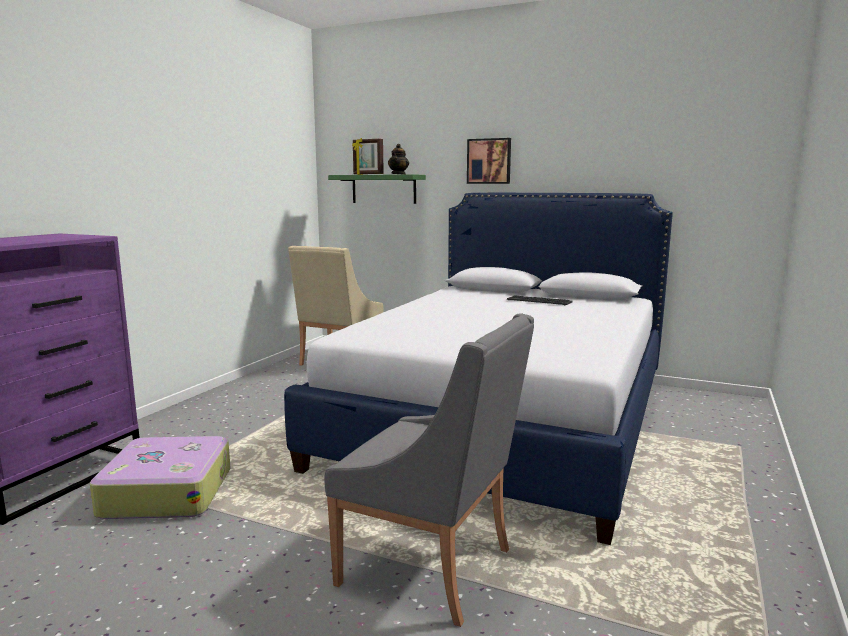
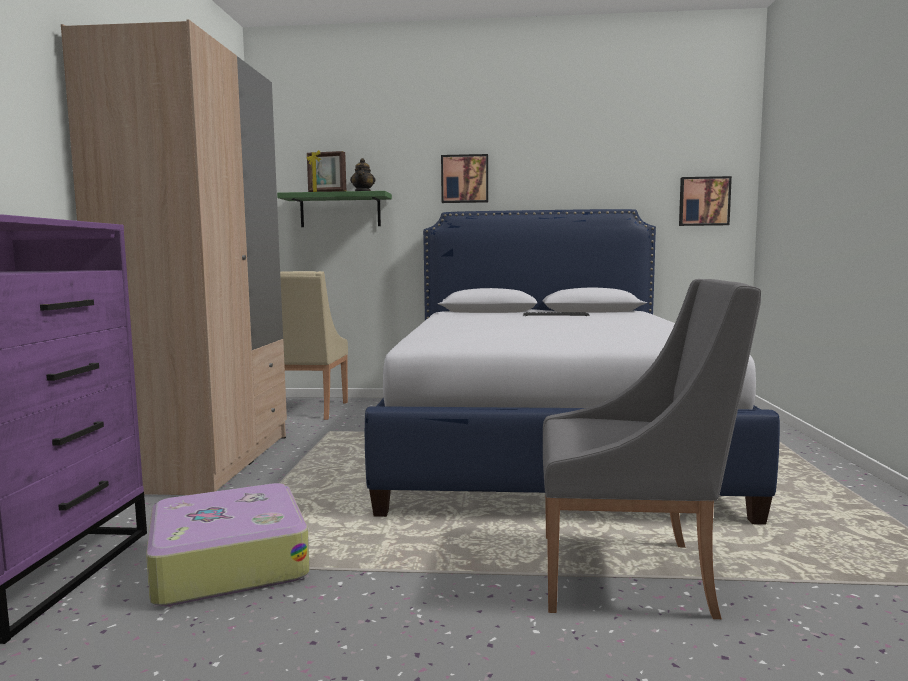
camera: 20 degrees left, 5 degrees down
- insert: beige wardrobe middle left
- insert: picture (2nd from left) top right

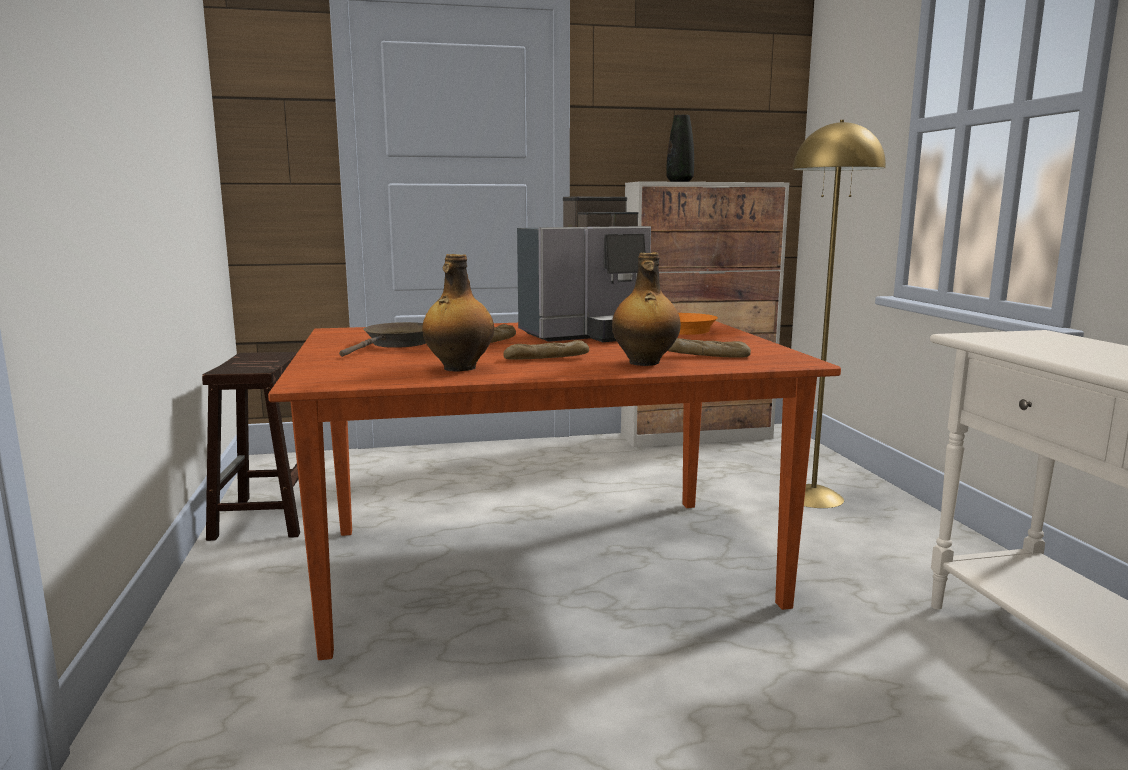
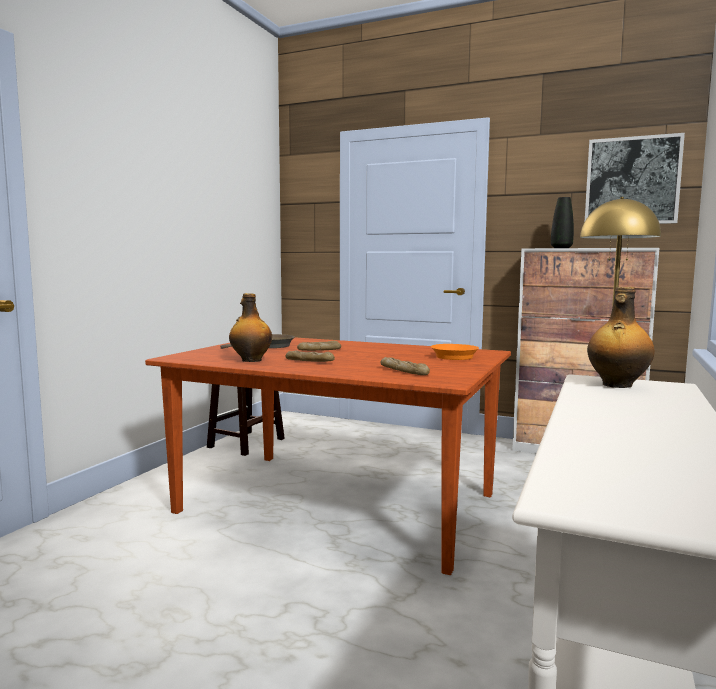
camera: 35 degrees right, 5 degrees down
- delete: coffee machine centre
- insert: picture top right
- move: bottle (2nd from left) centre to middle right

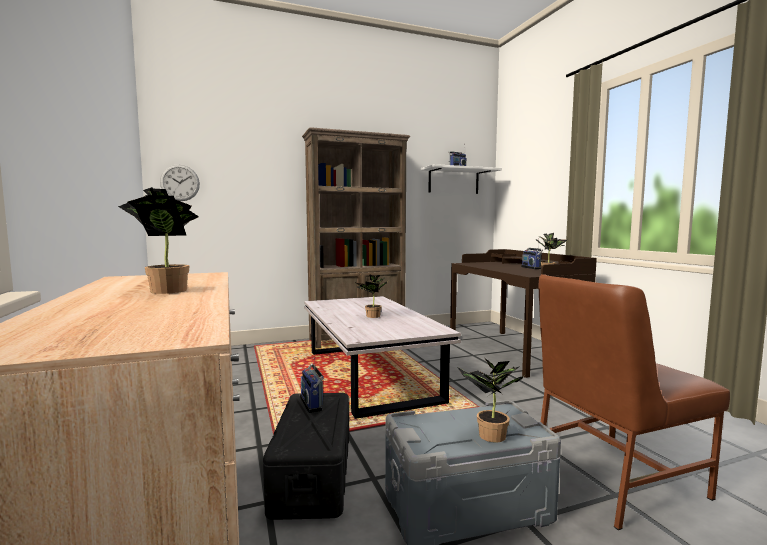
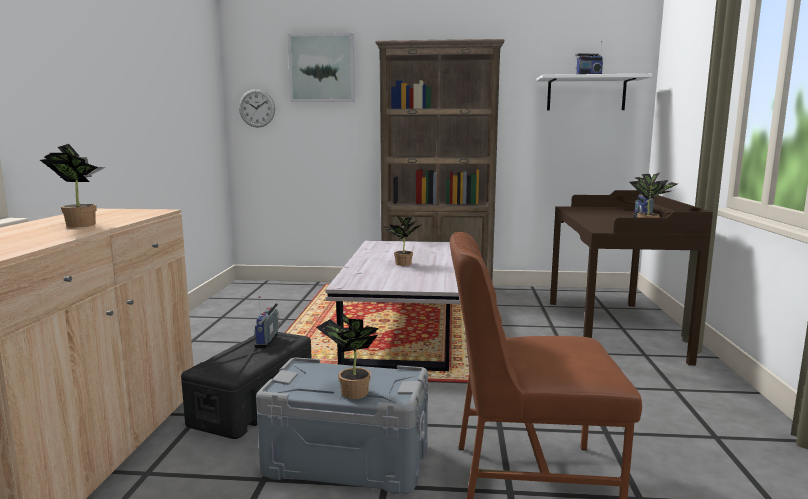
camera: 25 degrees right, 5 degrees up
- insert: picture top centre

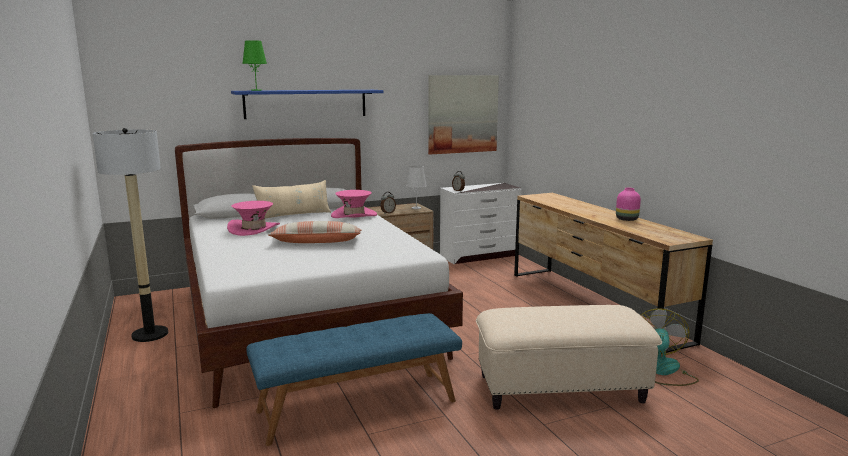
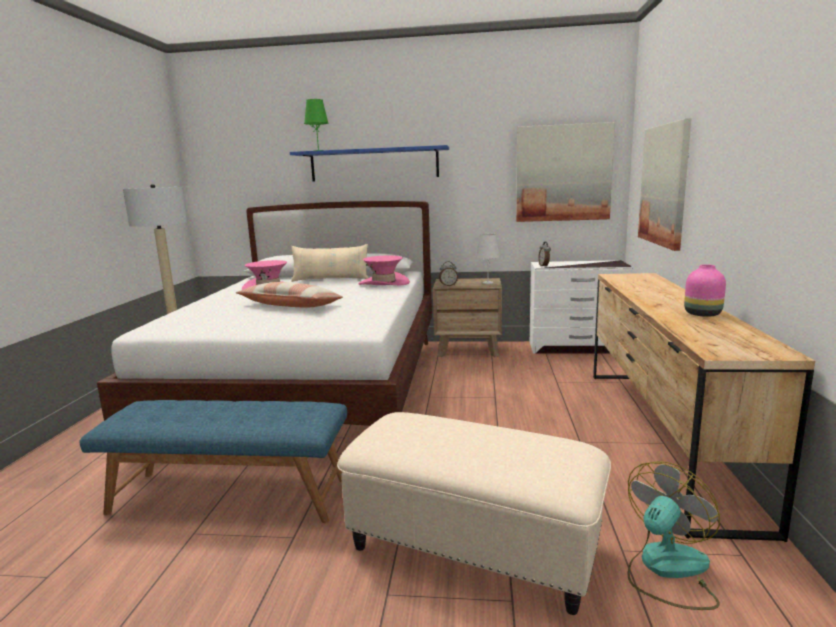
camera: 30 degrees right, 0 degrees up
- insert: picture (2nd from left) top right

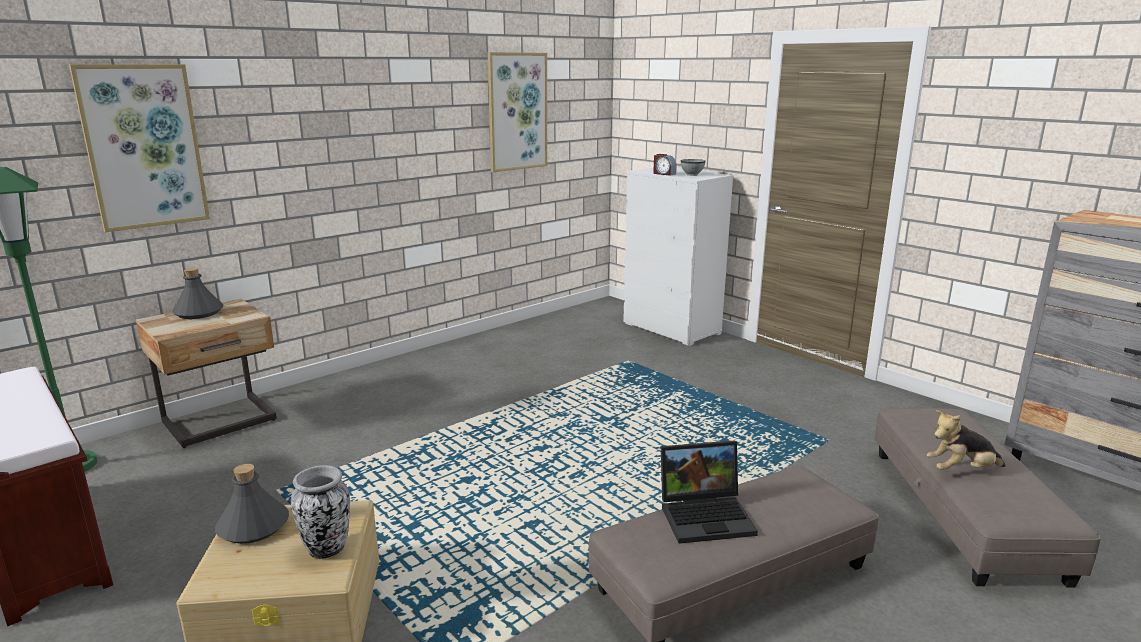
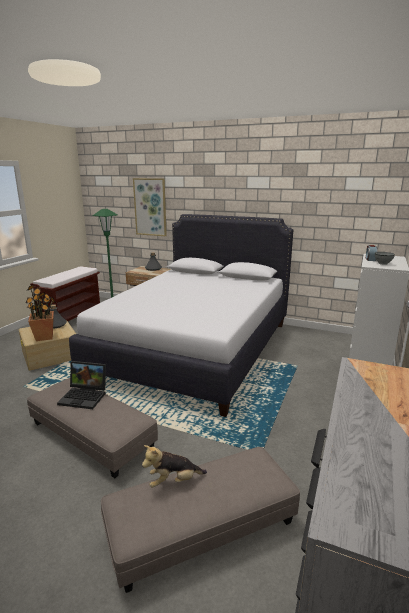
camera: 65 degrees right, 0 degrees up
- delete: picture (2nd from left) top centre
- insert: white bed centre
- replace: vase bottom left to potted plant middle left
- rotate: laptop bottom centre = middle left 45 degrees counterclockwise
- rotate: plush toy bottom right = bottom centre 75 degrees counterclockwise

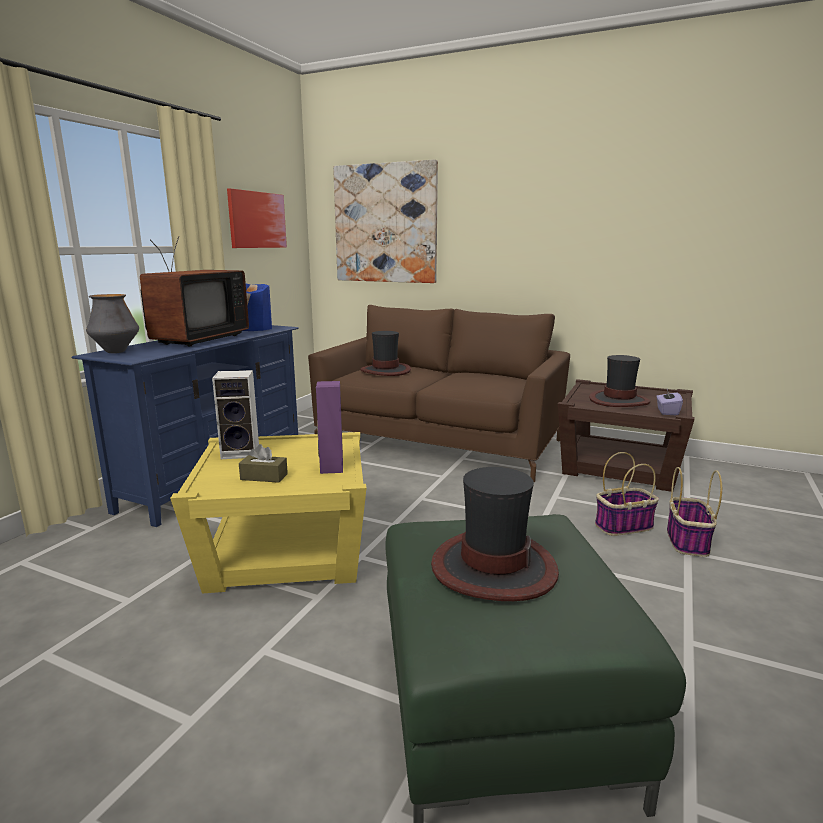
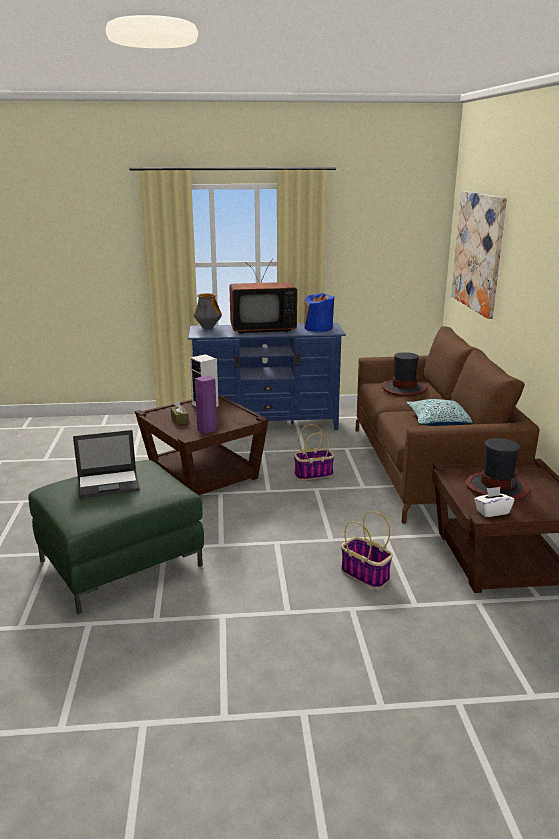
camera: 60 degrees right, 5 degrees up
- delete: picture (1st from left) top left
- insert: pillow middle right
- move: basket (2nd from left in the first image) middle right to basket (1st from left) centre
- replace: hat (2nd from left) centre to laptop middle left
- recolor: yellow side table middle left to brown side table (1st from left) centre
- recolor: purple tissue box middle right to white tissue box middle right

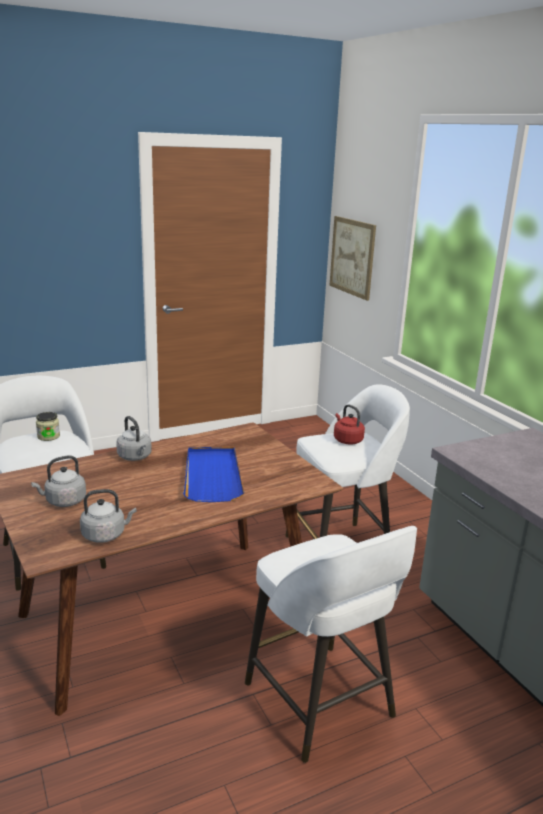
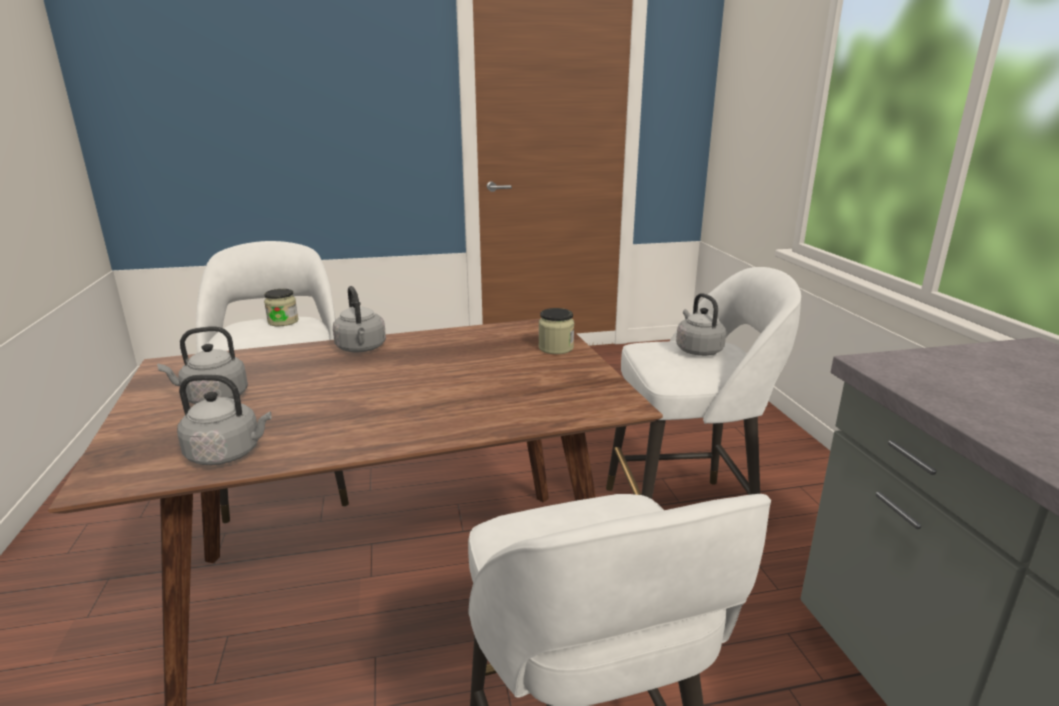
camera: 15 degrees right, 0 degrees up
- delete: blue tray centre
- delete: picture top centre
- insert: jar (2nd from left) centre
- recolor: red kettle centre to grey kettle (4th from left) centre

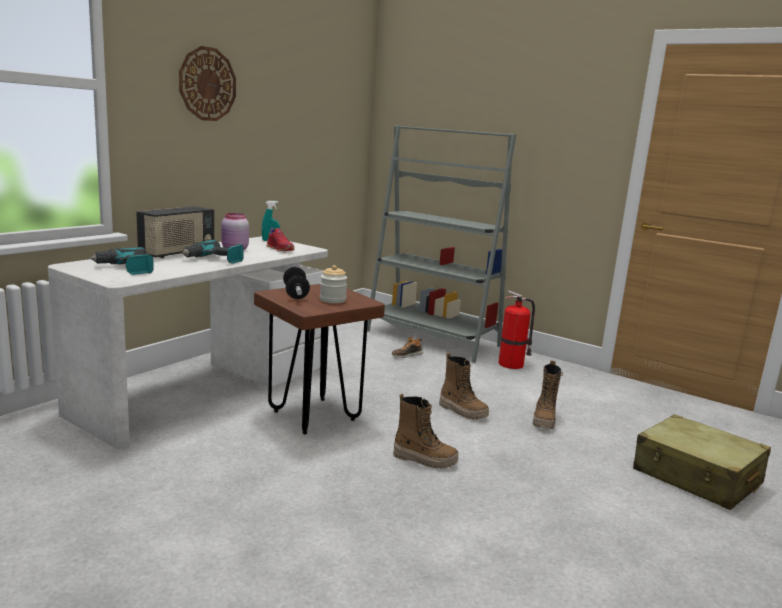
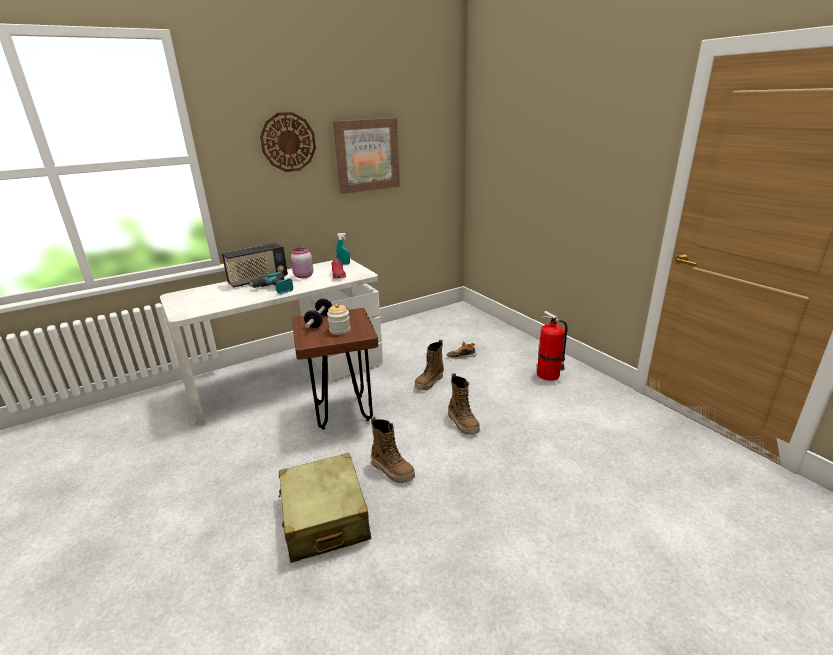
camera: 25 degrees right, 10 degrees up
- delete: power drill (1st from left) middle left
- delete: grey bookcase centre
- insert: picture top centre
- move: boot (3rd from left in the first image) middle right to boot (2nd from left) centre
- move: beige suitcase bottom right to bottom centre

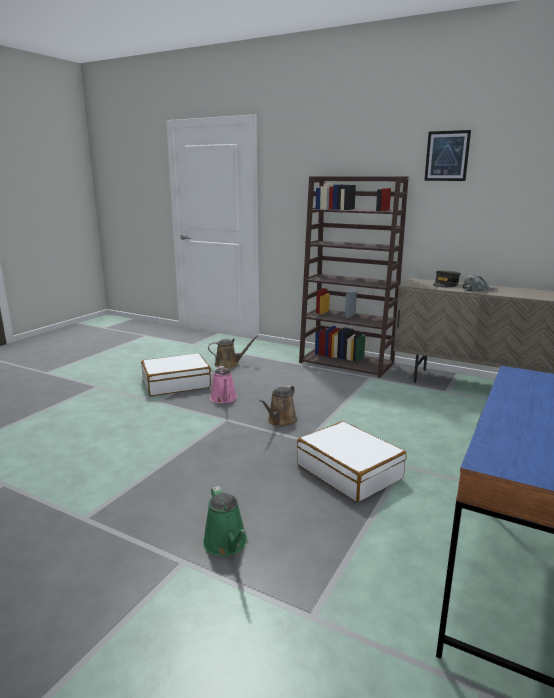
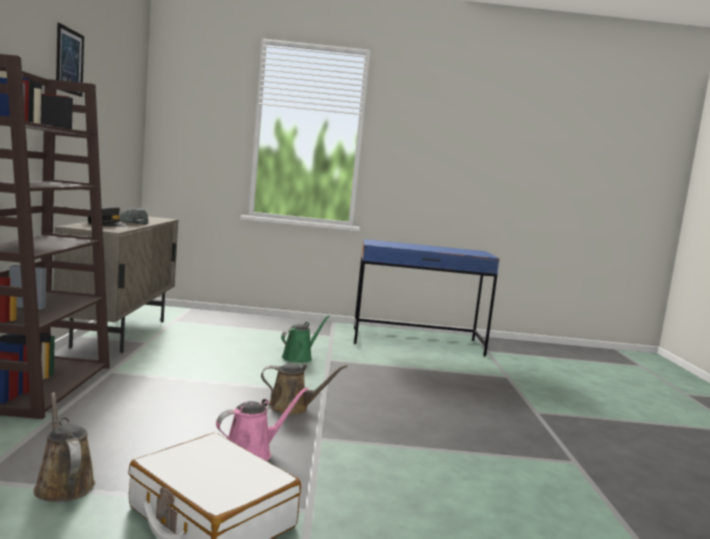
camera: 120 degrees left, 10 degrees down
- delete: white suitcase (2nd from left) centre
- move: green watering can bottom centre to centre

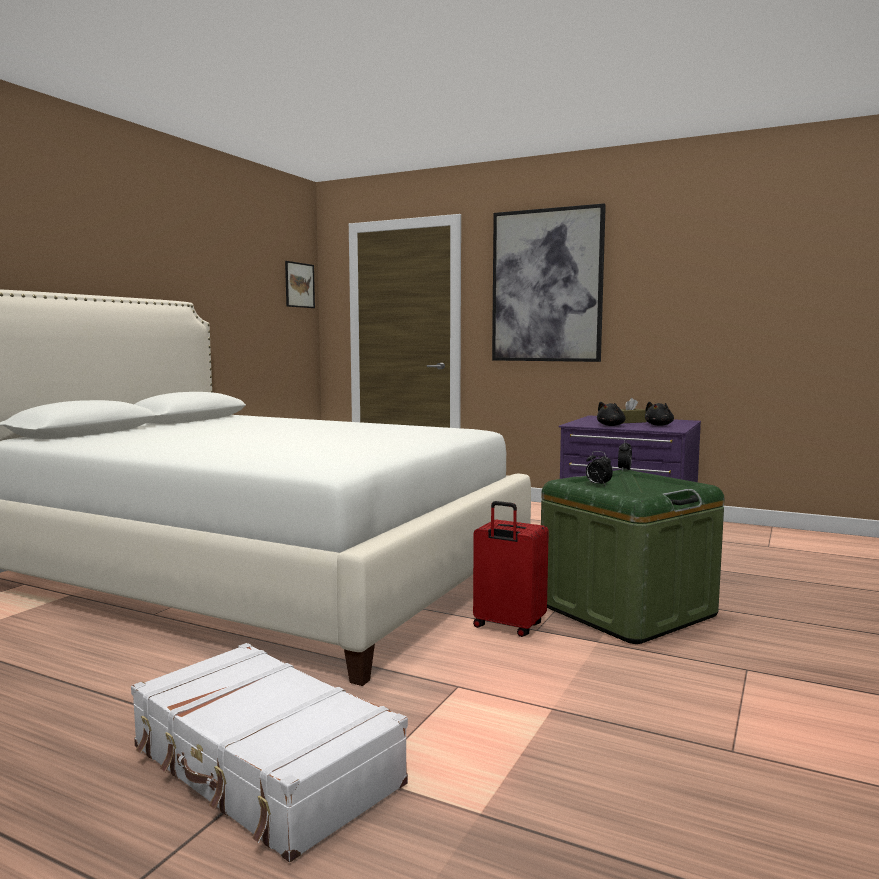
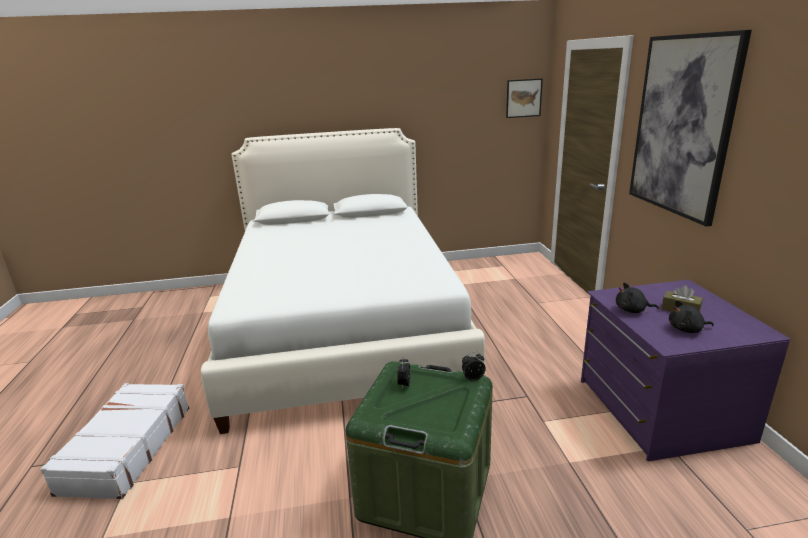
camera: 55 degrees right, 15 degrees up
- delete: red suitcase centre

